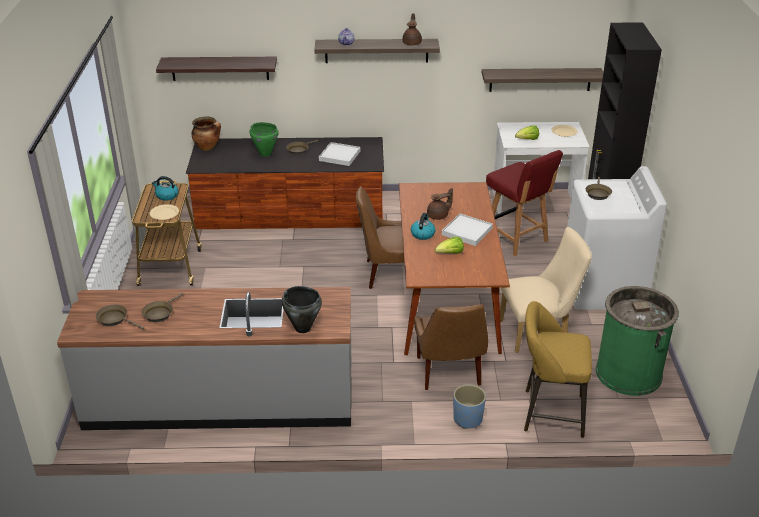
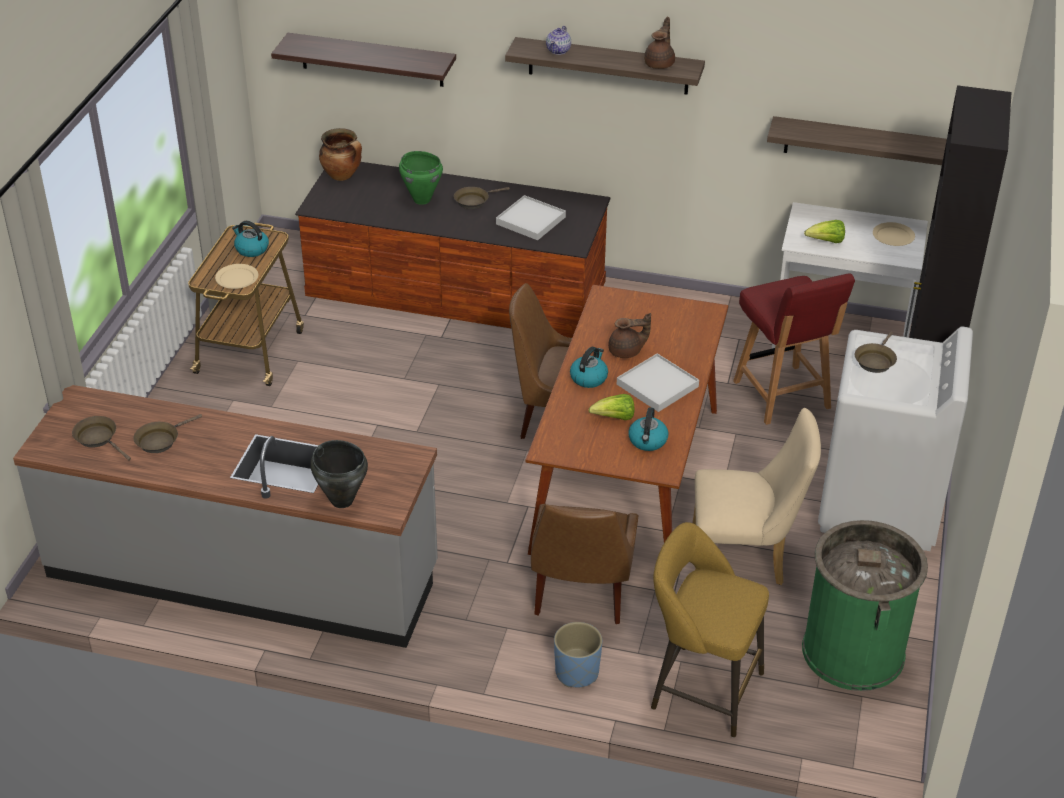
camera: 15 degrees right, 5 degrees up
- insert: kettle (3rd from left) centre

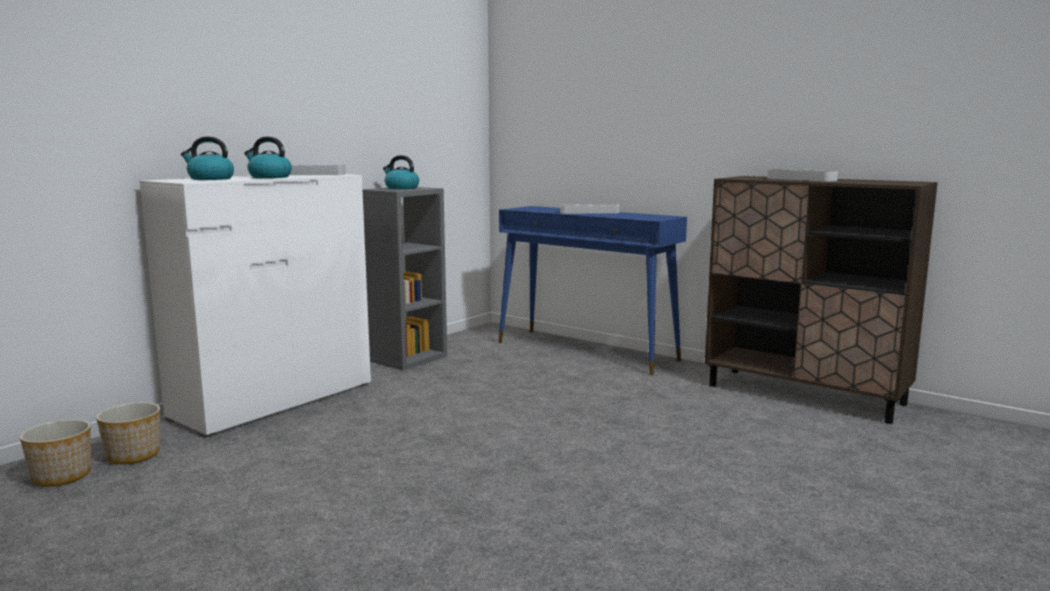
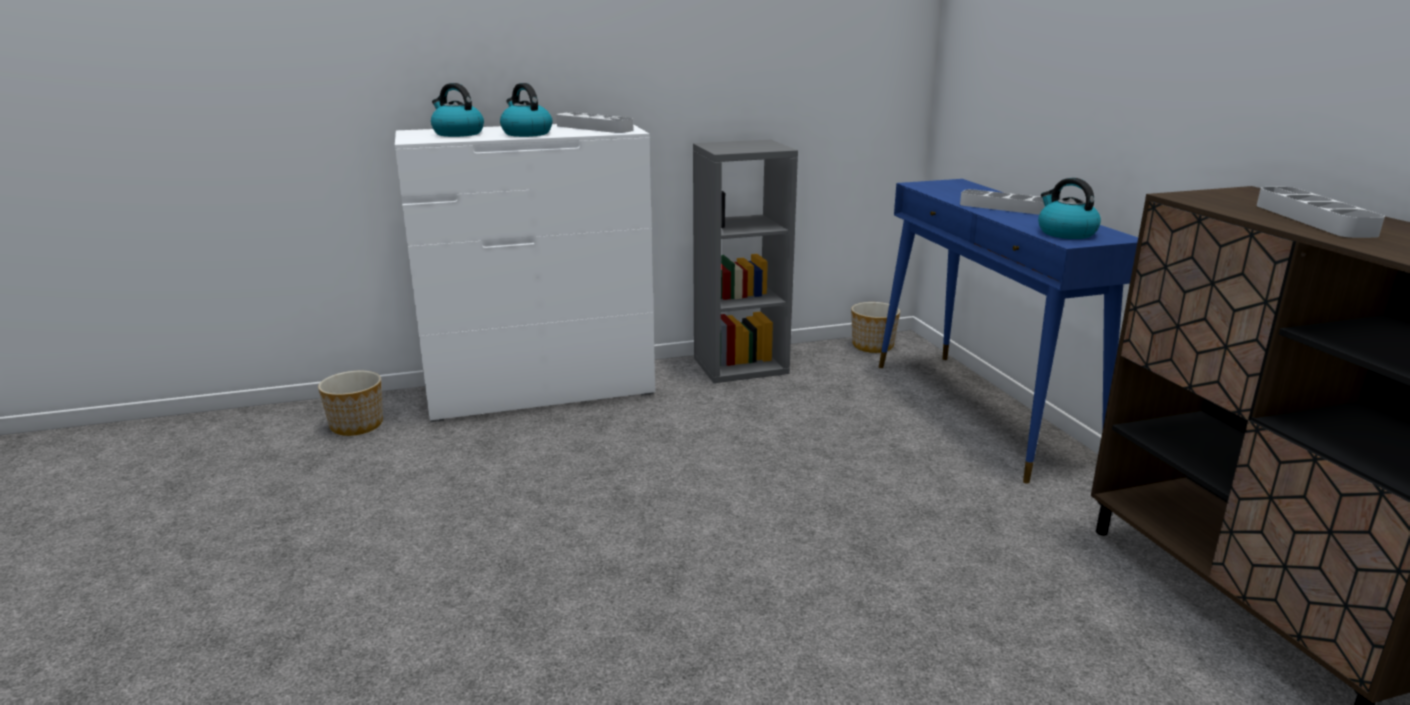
camera: 35 degrees right, 10 degrees up
- move: planter (1st from left in the first image) bottom left to planter (2nd from left) centre
- move: kettle (3rd from left) top centre to top right

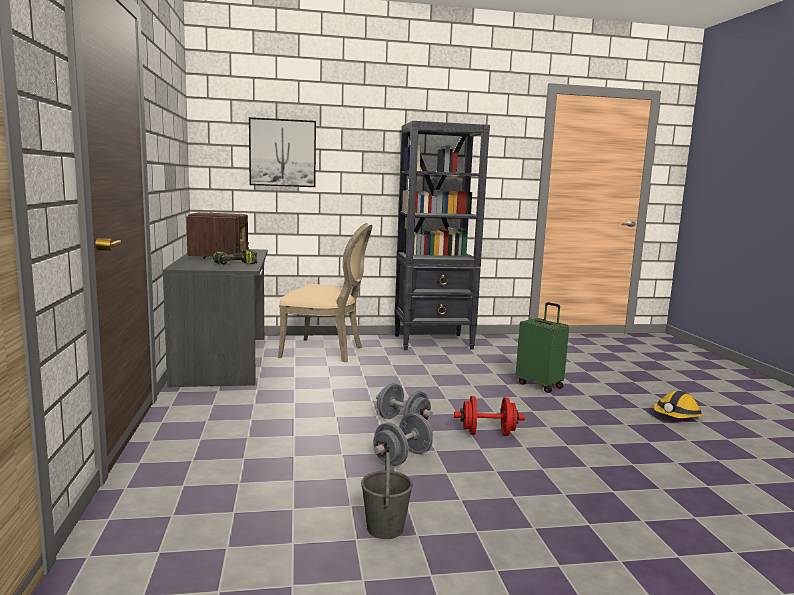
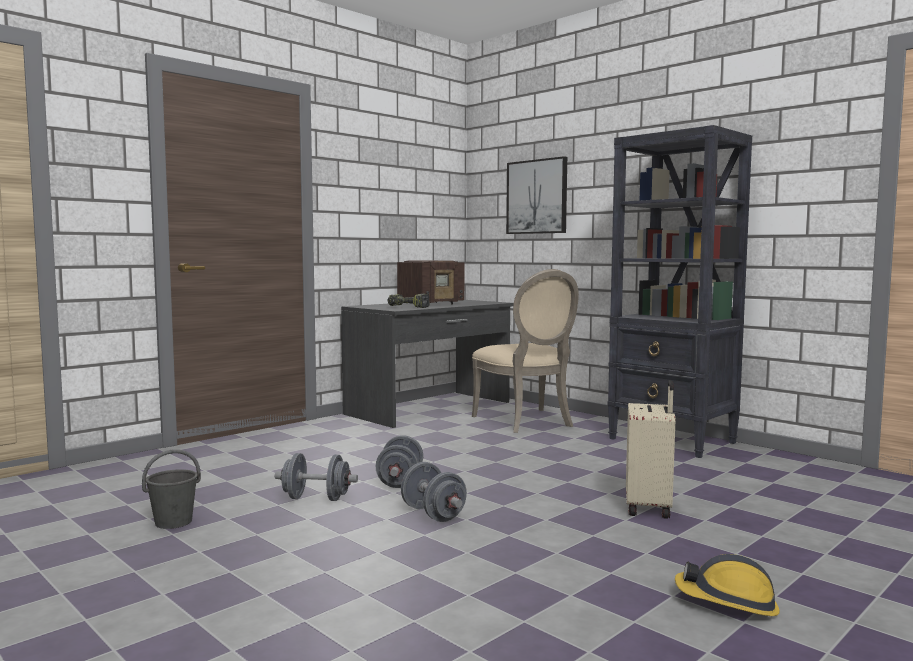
camera: 55 degrees right, 5 degrees down
- recolor: red dumbbell bottom centre to grey dumbbell (3rd from left) bottom centre
- recolor: green suitcase middle right to beige suitcase bottom right

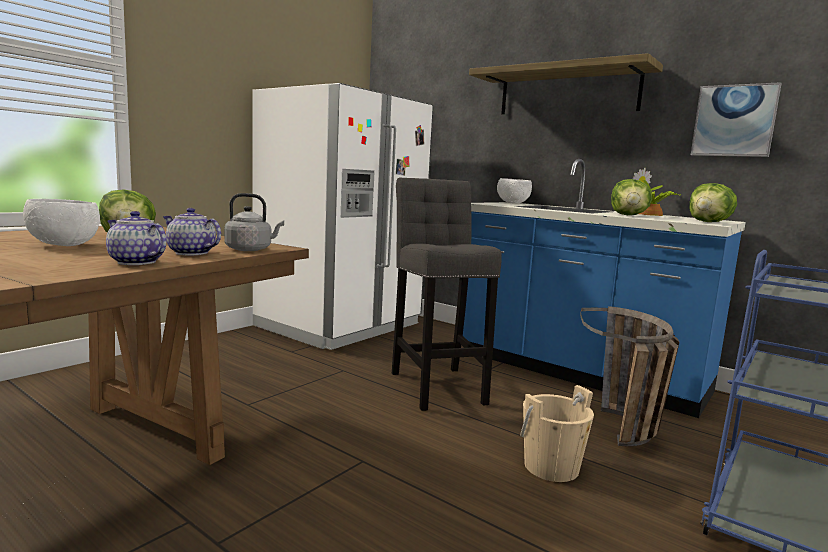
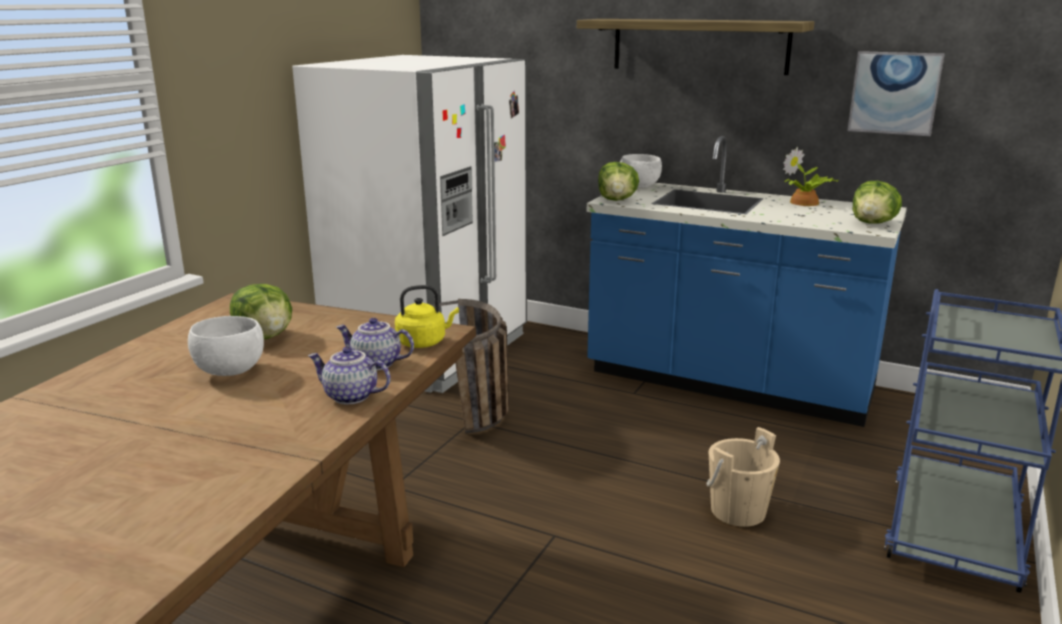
camera: 10 degrees left, 10 degrees up
- delete: grey stool centre
- move: basket bottom right to centre
- move: lettuce (2nd from left) middle right to top centre
- recolor: grey kettle middle left to yellow kettle centre

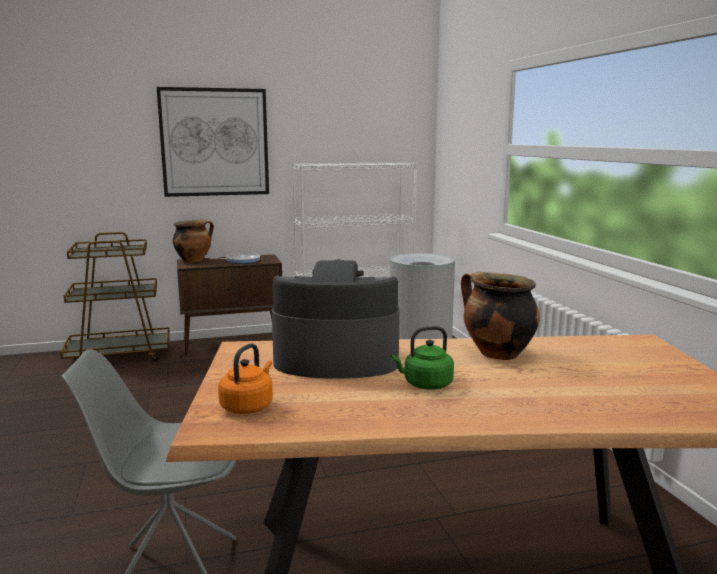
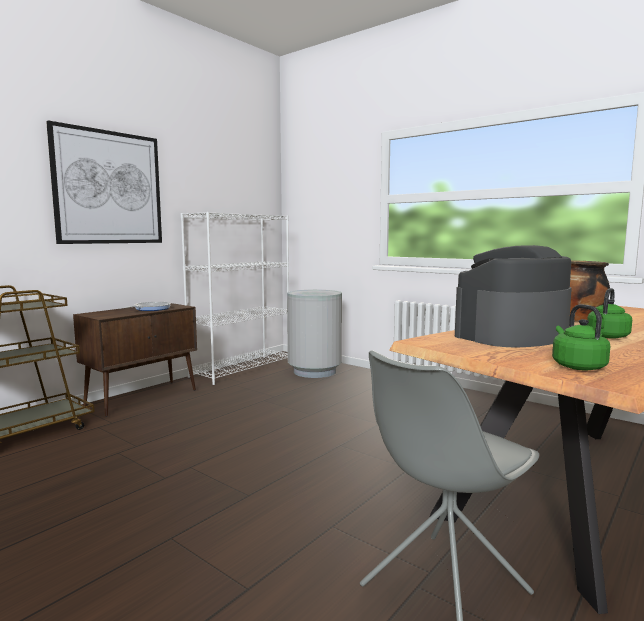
camera: 35 degrees left, 5 degrees down
- delete: cooking pot (1st from left) middle left
- recolor: orange kettle centre to green kettle (1st from left) middle right

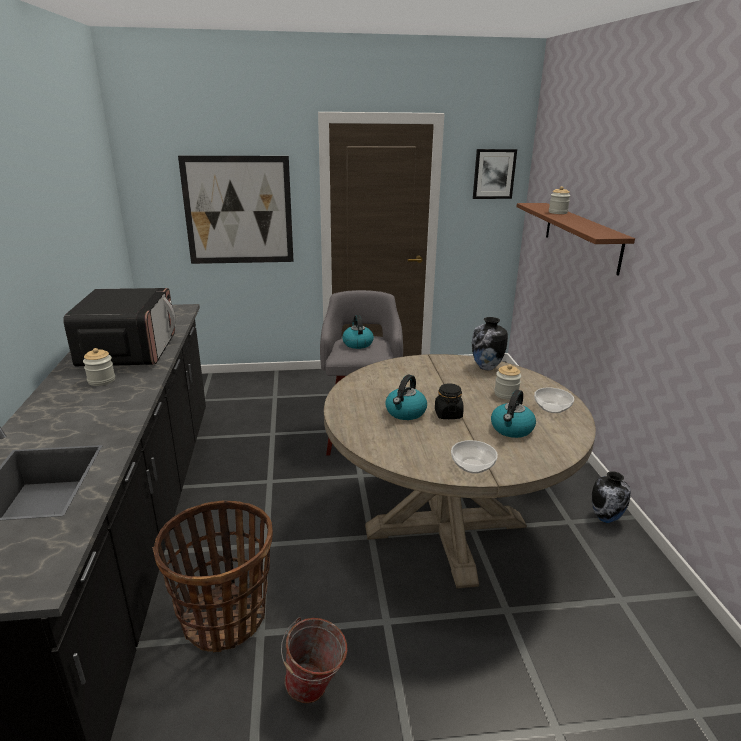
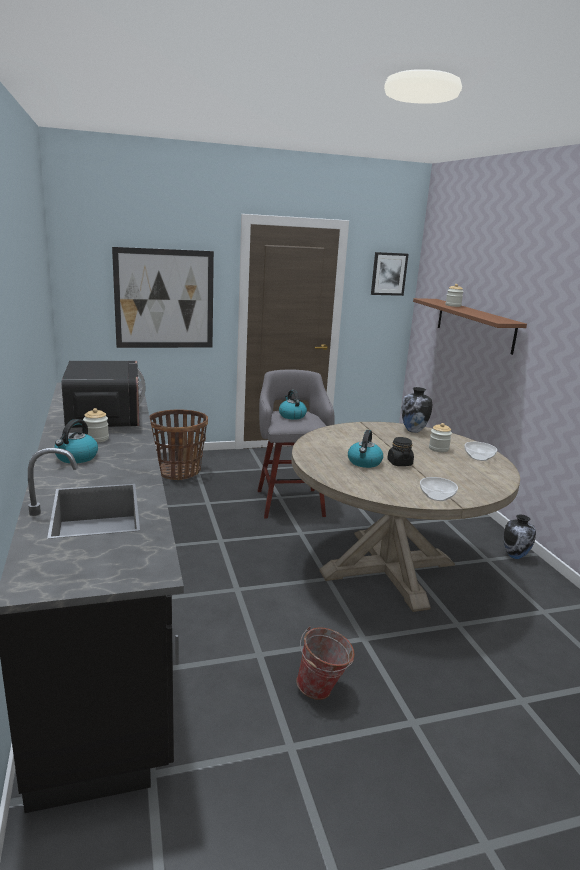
camera: 10 degrees left, 5 degrees down
- move: basket bottom left to middle left
- move: kettle (3rd from left in the first image) middle right to kettle (1st from left) middle left

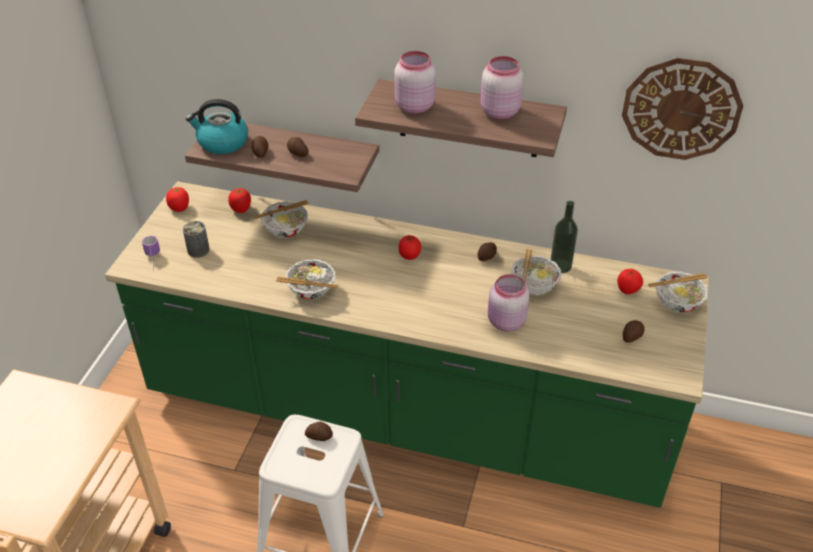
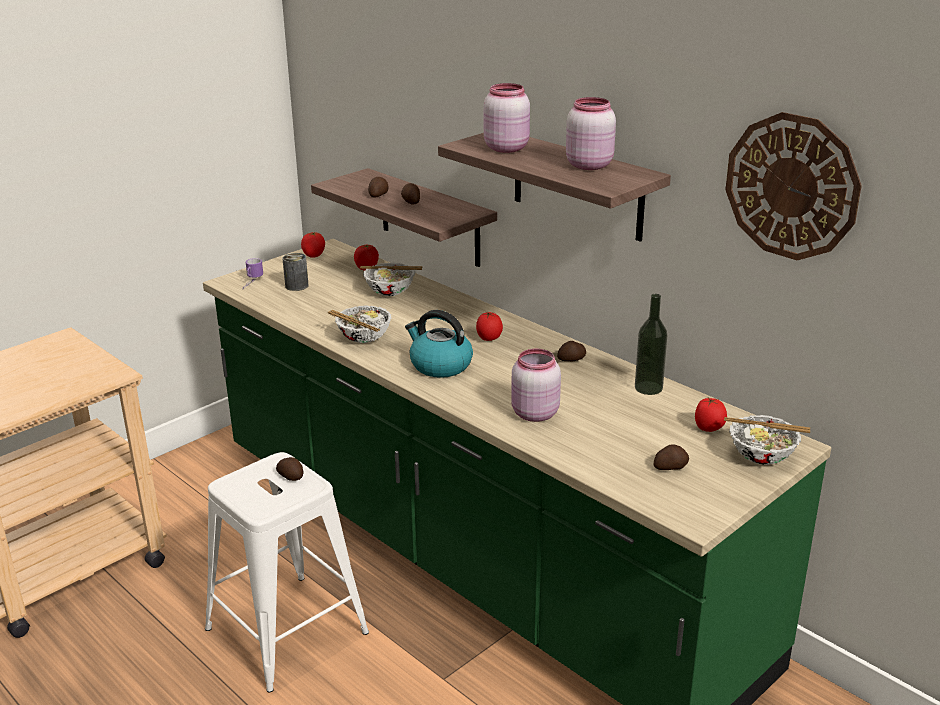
camera: 30 degrees right, 15 degrees down
- delete: bowl (3rd from left) centre
- move: kettle top left to centre

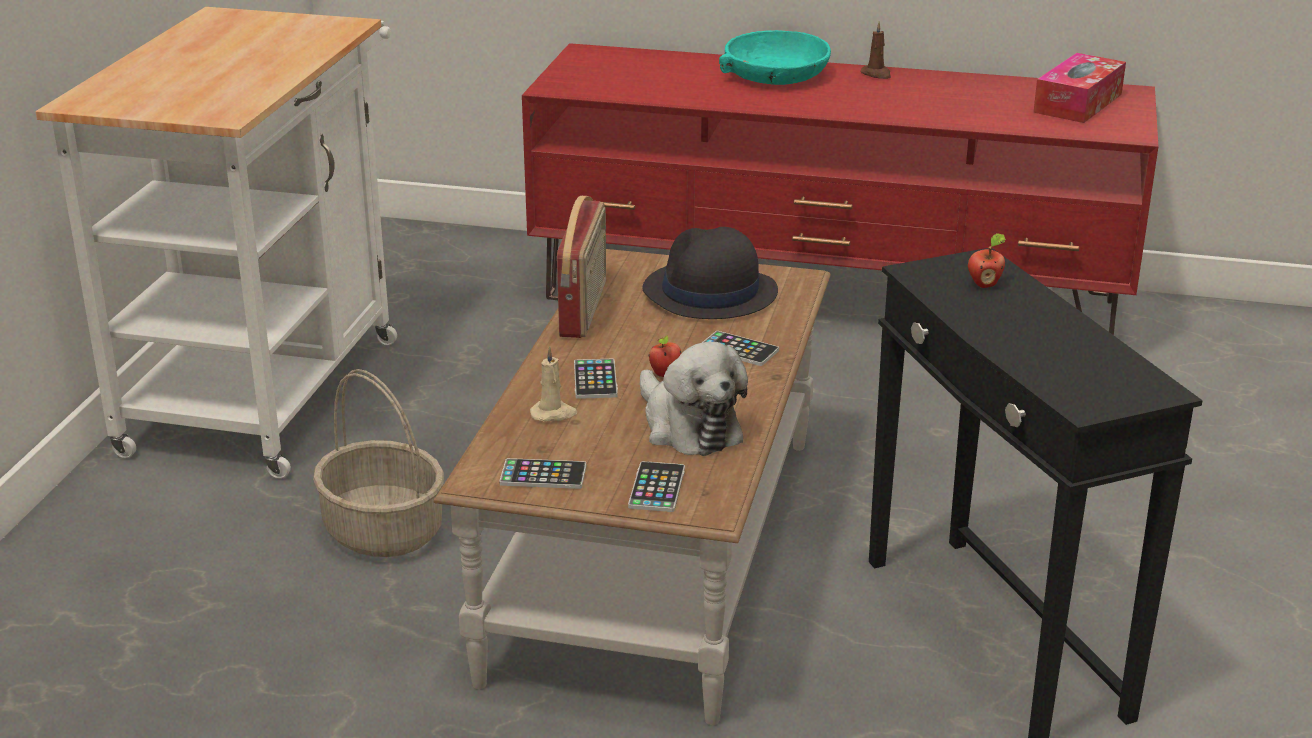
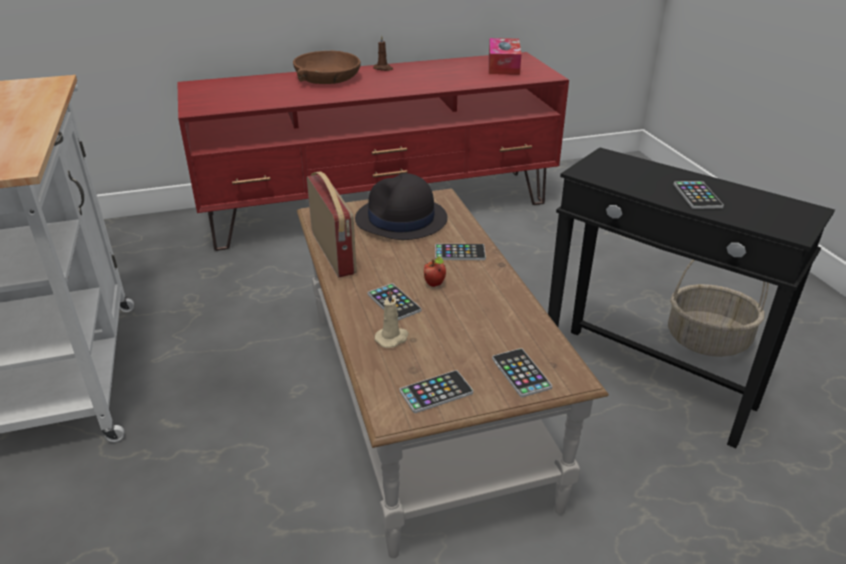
camera: 30 degrees left, 5 degrees up
- delete: plush toy centre
- delete: apple (2nd from left) middle right
- insert: phone (5th from left) middle right
- move: basket middle left to middle right
- recolor: turquoise bowl top centre to brown bowl top centre

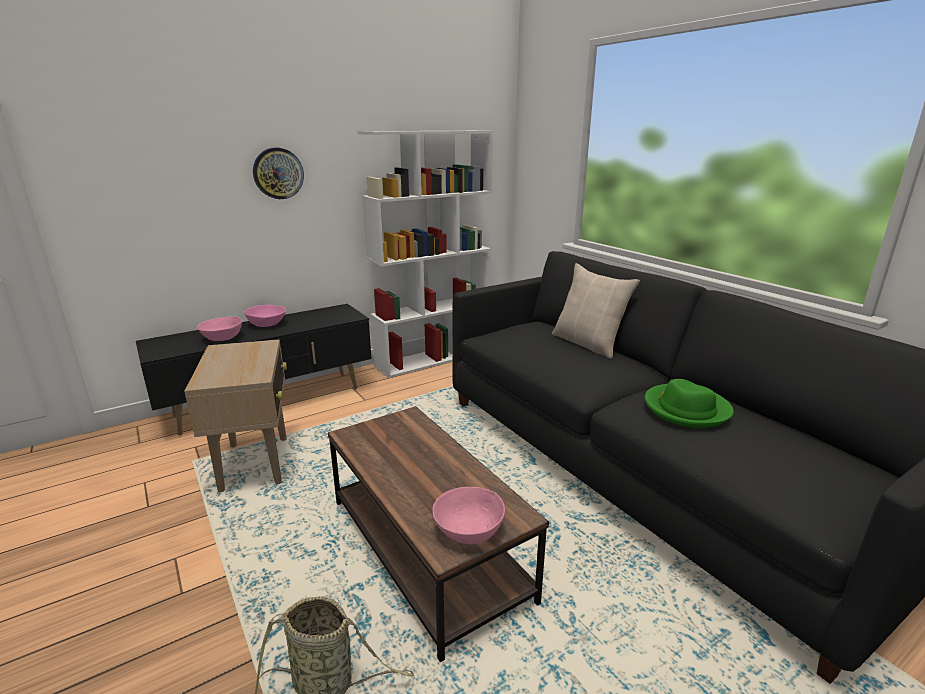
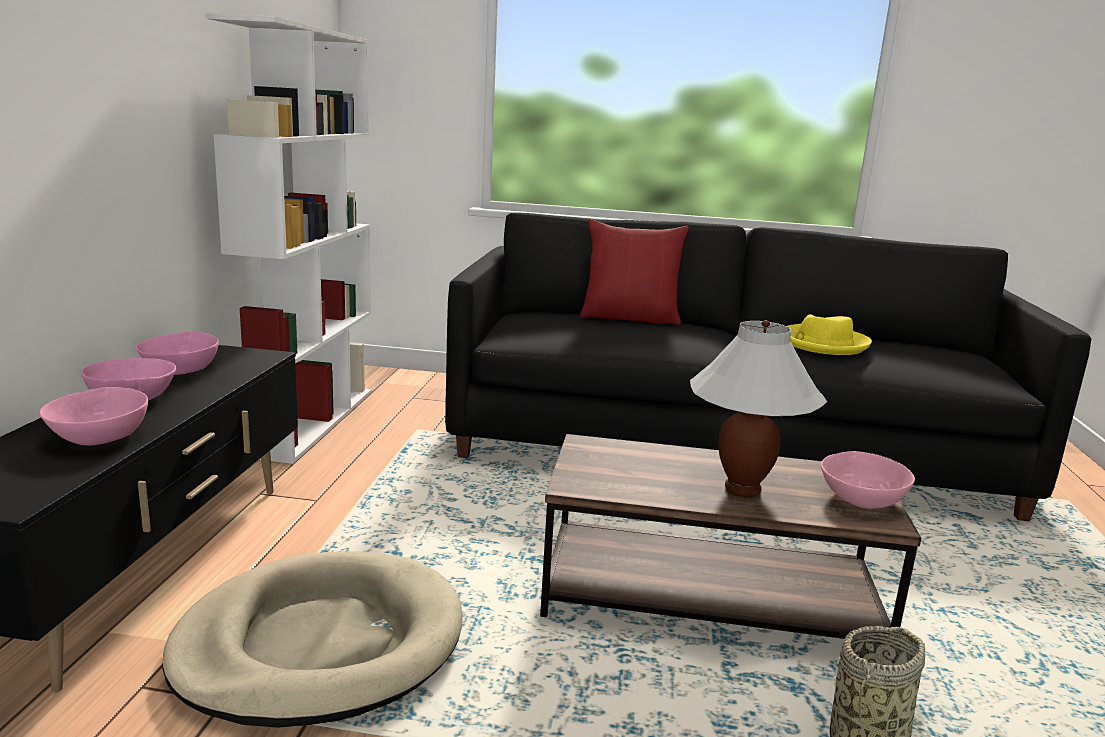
camera: 50 degrees left, 5 degrees down
- delete: wall clock top left
- insert: pink bowl (3rd from left) middle left
- insert: white table lamp middle right
- replace: beige side table middle left to beige dog bed bottom left
- recolor: beige pillow centre to red pillow centre
- recolor: green hat middle right to yellow hat middle right

